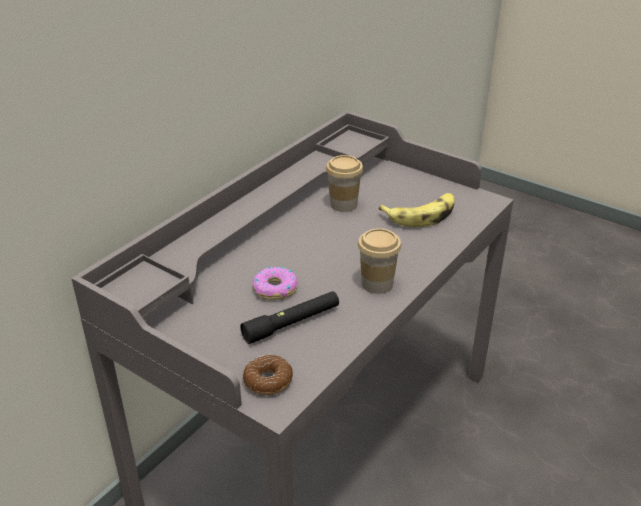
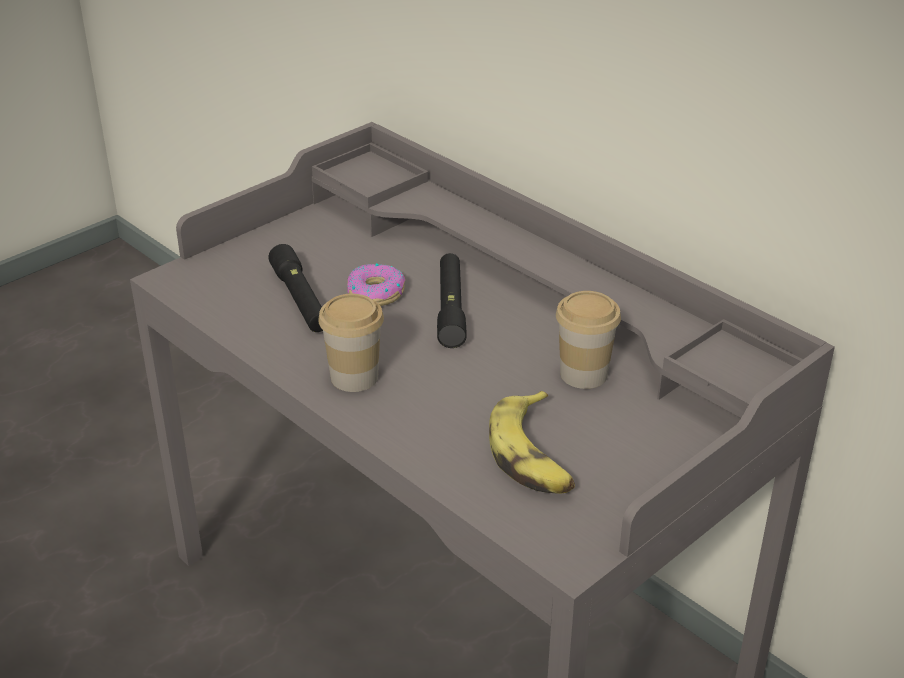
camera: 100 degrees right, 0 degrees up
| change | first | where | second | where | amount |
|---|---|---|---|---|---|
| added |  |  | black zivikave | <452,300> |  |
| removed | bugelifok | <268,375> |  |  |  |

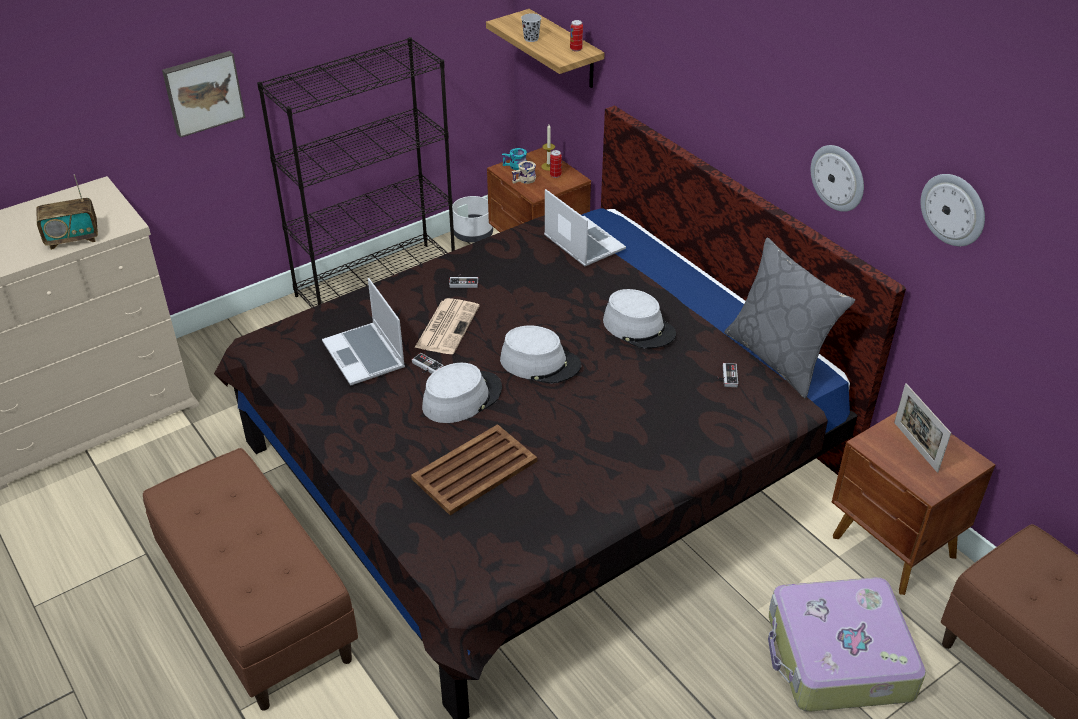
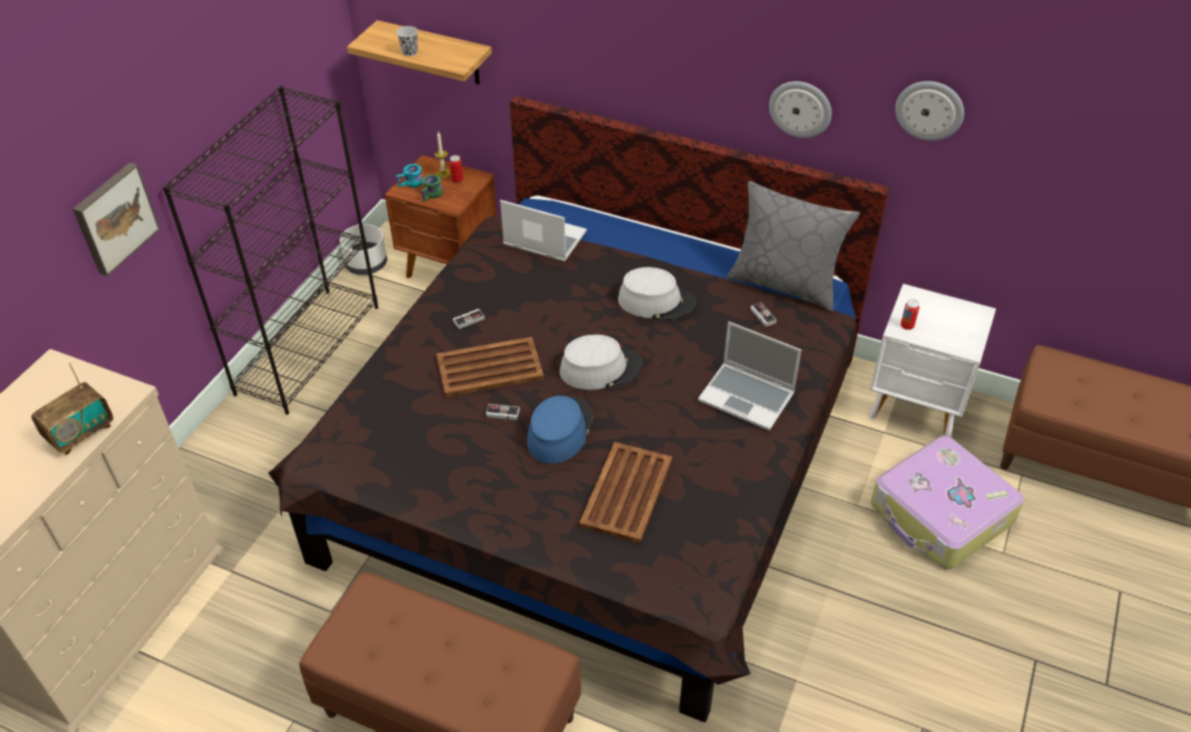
camera: 30 degrees left, 5 degrees up
| change | first | where | second | where | amount |
|---|---|---|---|---|---|
| recoloured | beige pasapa | <524,172> | green pasapa | <432,188> |  |
| replaced | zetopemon | <447,326> | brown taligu | <490,367> |  |
| recoloured | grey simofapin | <462,393> | blue simofapin | <560,430> |  |
| moved | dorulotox | <363,332> |  | <749,376> |  |
| recoloured | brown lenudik | <913,503> | white lenudik | <932,360> |  |
| moved | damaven | <576,36> |  | <910,314> |  |
| removed | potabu | <922,428> |  |  |  |

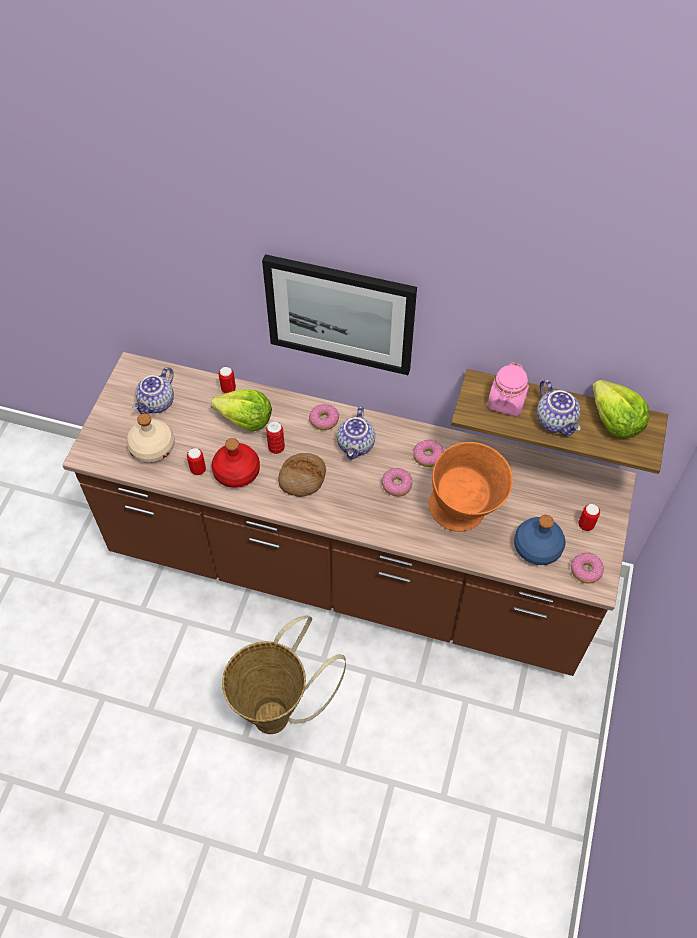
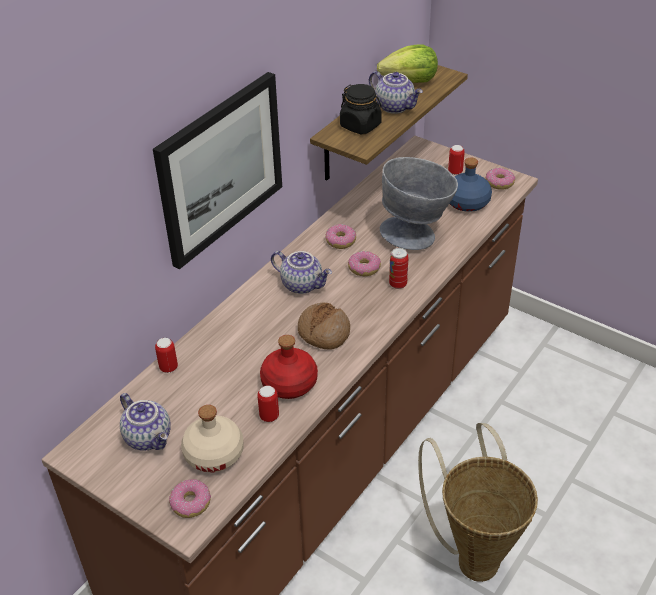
camera: 70 degrees left, 15 degrees down
| change | first | where | second | where | amount |
|---|---|---|---|---|---|
| moved | bugelifok | <324,417> |  | <190,498> |  |
| recoloured | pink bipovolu | <508,389> | black bipovolu | <361,109> |  |
| turned | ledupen | <559,408> |  | <396,92> | 45 degrees clockwise |
| recoloured | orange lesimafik | <471,487> | grey lesimafik | <419,203> |  |
| moved | damaven | <275,437> |  | <399,268> |  |
| removed | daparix | <241,410> |  |  |  |

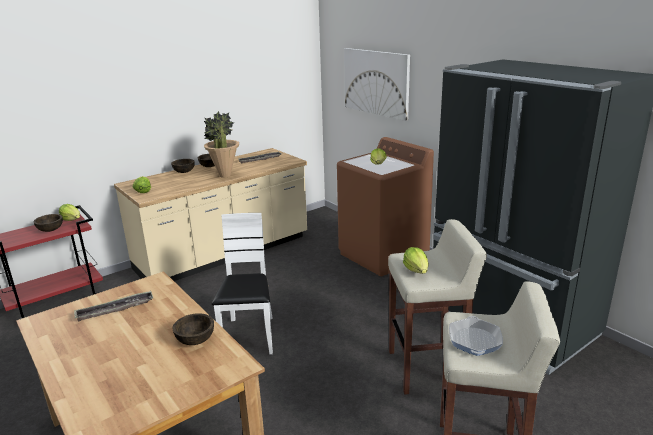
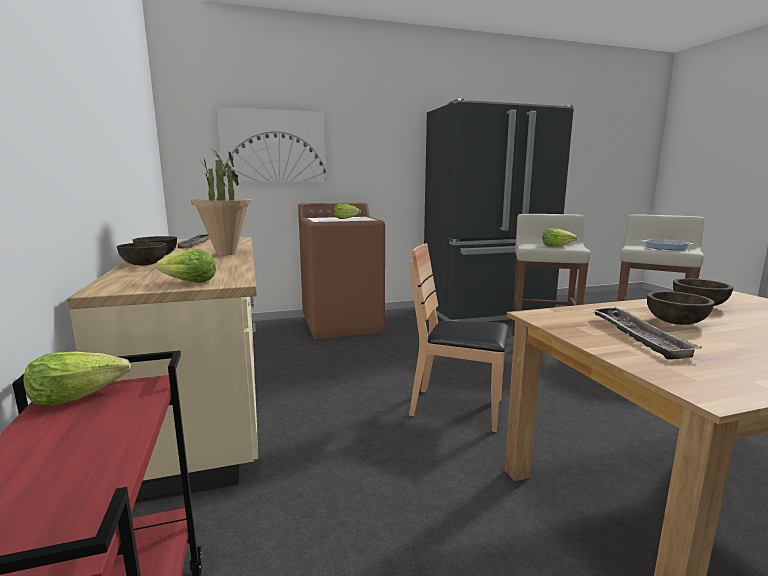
camera: 70 degrees left, 10 degrees down
| change | first | where | second | where | amount |
|---|---|---|---|---|---|
| recoloured | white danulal | <242,283> | brown danulal | <459,337> |  |
| moved | brown lesimafik | <48,223> |  | <681,308> |  |

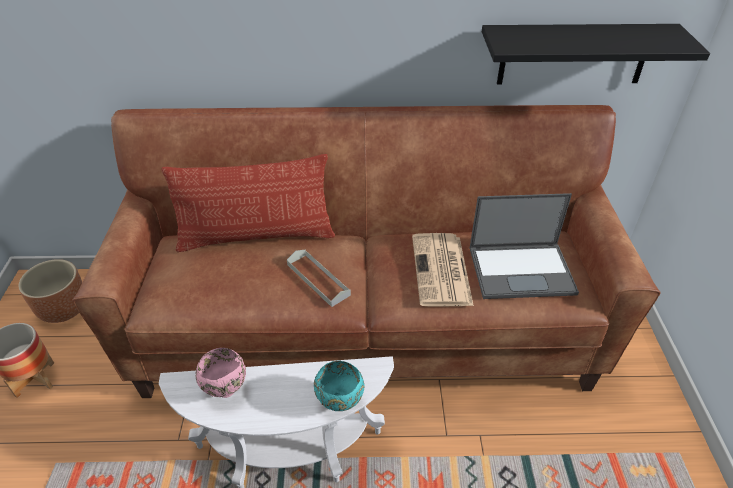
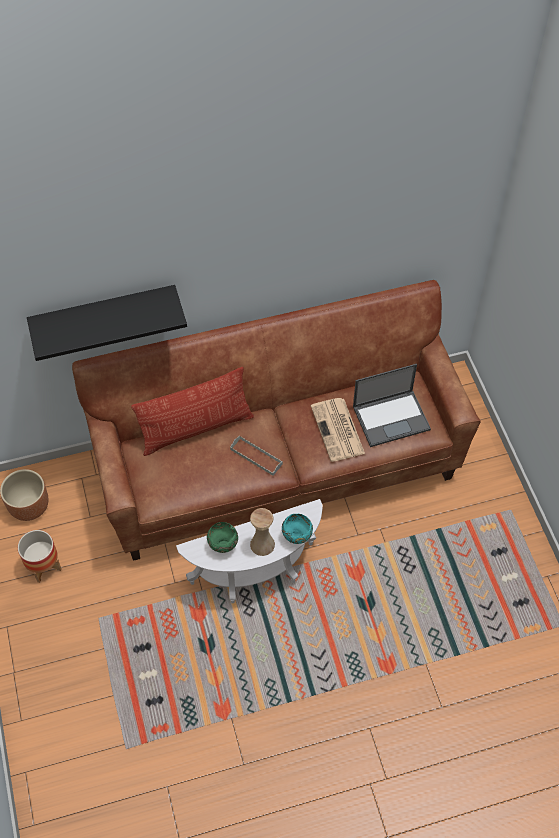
camera: 15 degrees left, 15 degrees up
| change | first | where | second | where | amount |
|---|---|---|---|---|---|
| moved | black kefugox | <596,54> |  | <107,323> |  |
| recoloured | pink lesimafik | <221,373> | green lesimafik | <222,537> |  |
| added |  |  | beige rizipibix | <262,532> |  |

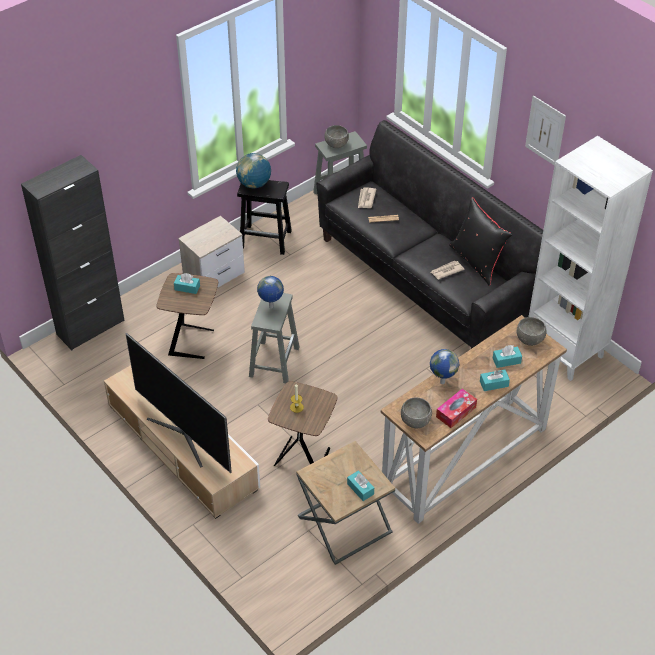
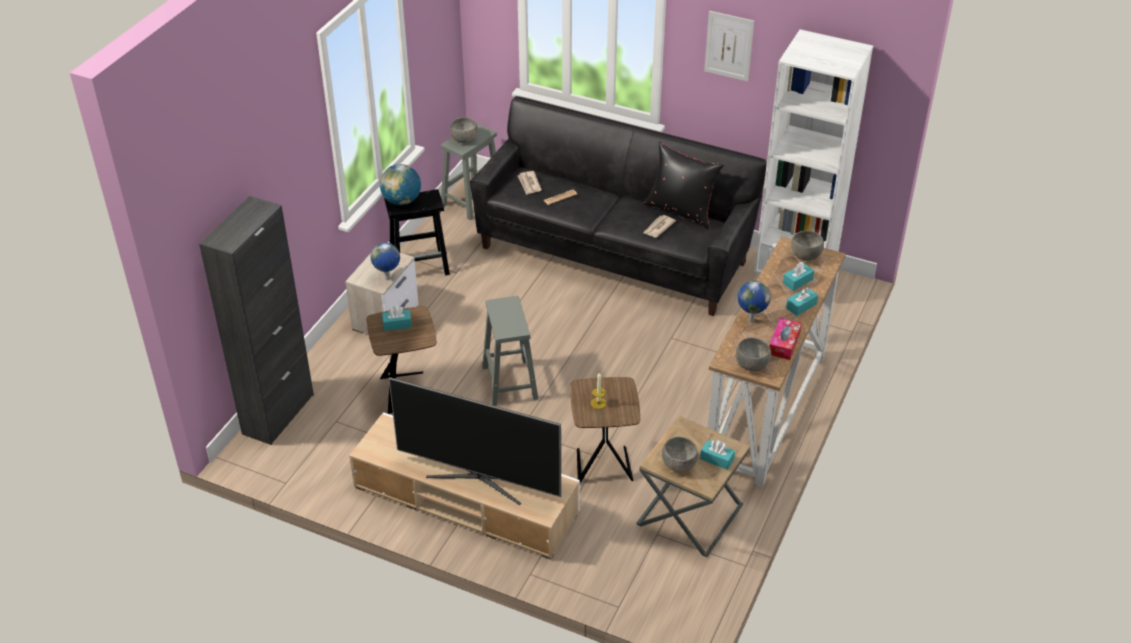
camera: 25 degrees left, 5 degrees down
| change | first | where | second | where | amount |
|---|---|---|---|---|---|
| moved | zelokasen | <270,292> |  | <385,261> |  |
| added |  |  | grey lesimafik | <680,454> |  |

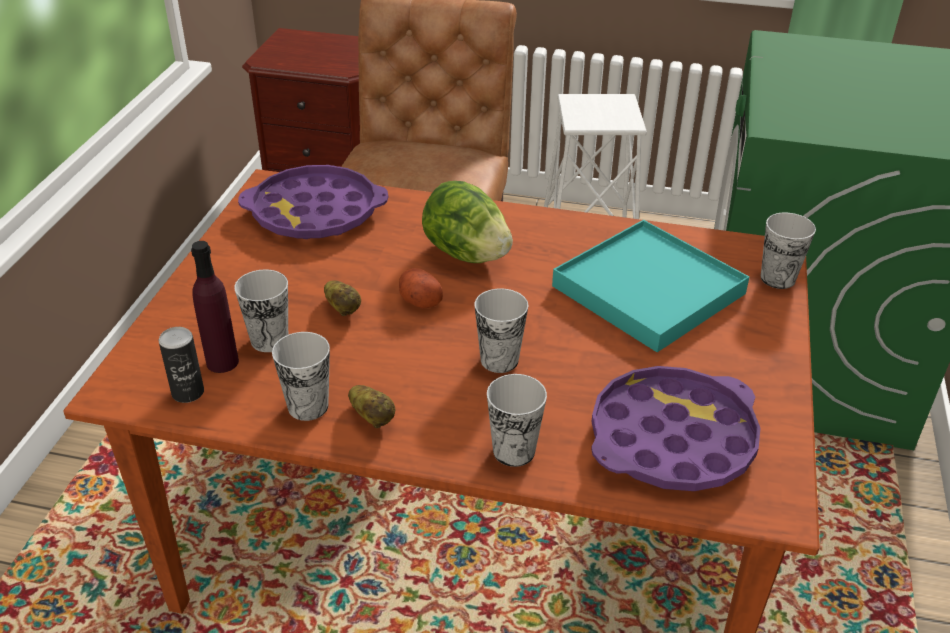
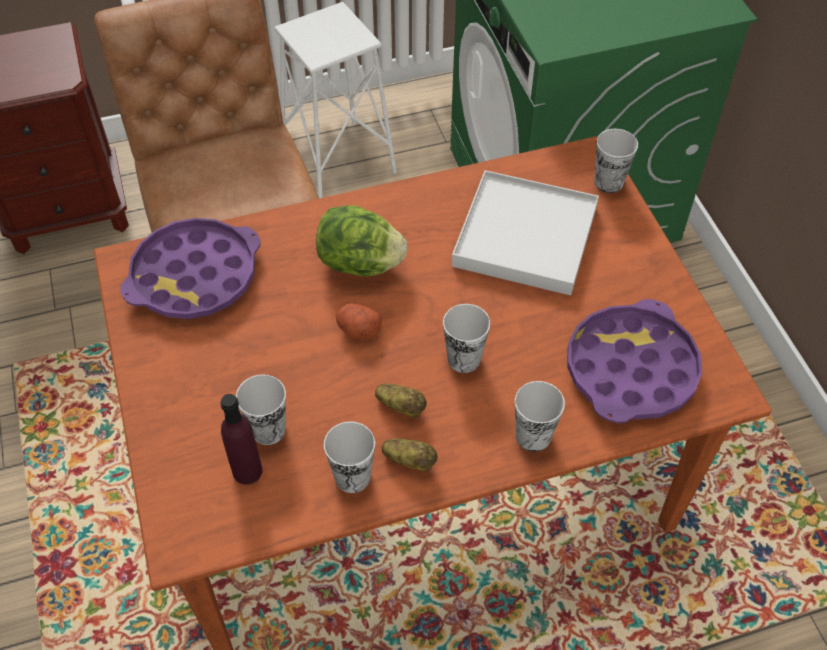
camera: 30 degrees left, 15 degrees up
| change | first | where | second | where | amount |
|---|---|---|---|---|---|
| moved | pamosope | <342,298> |  | <401,401> |  |
| recoloured | turquoise taligu | <650,286> | white taligu | <525,232> |  |
| removed | damaven | <181,365> |  |  |  |

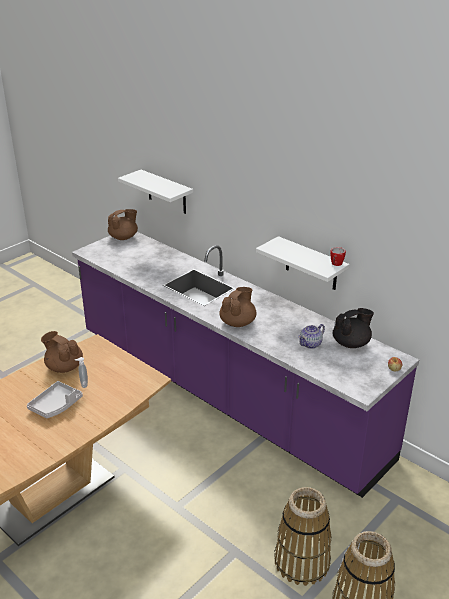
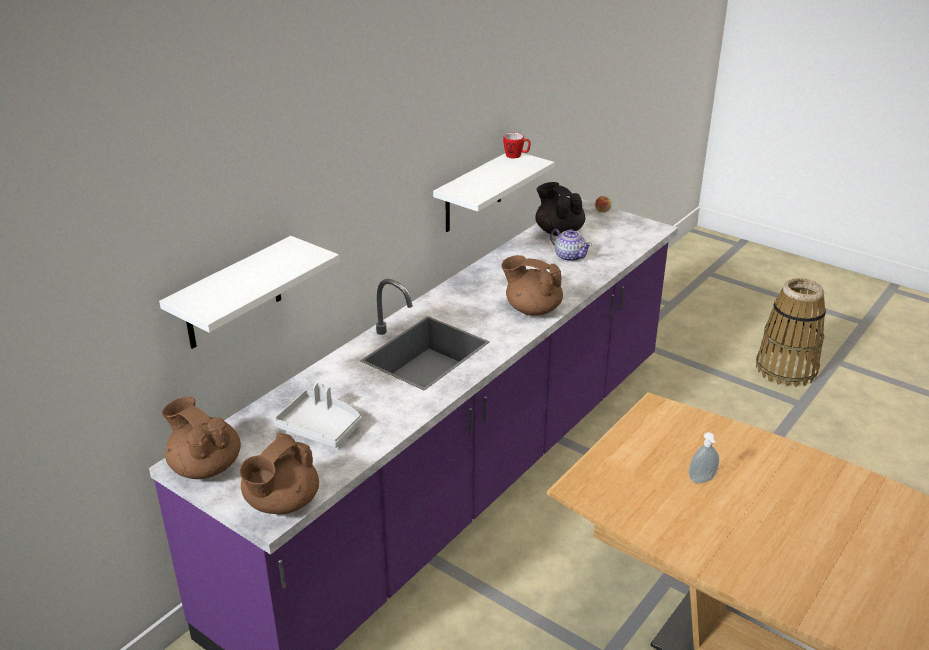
camera: 95 degrees left, 0 degrees up
| change | first | where | second | where | amount |
|---|---|---|---|---|---|
| moved | brown ledupen | <62,352> |  | <279,473> |  |
| moved | grey taligu | <55,399> |  | <317,415> |  |
| removed | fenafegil | <303,536> |  |  |  |

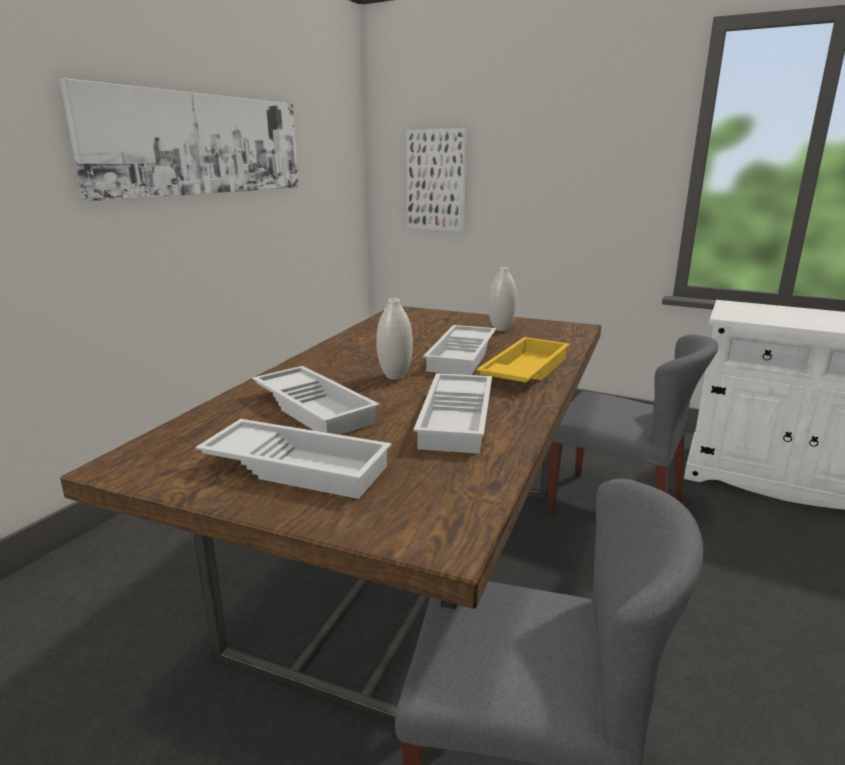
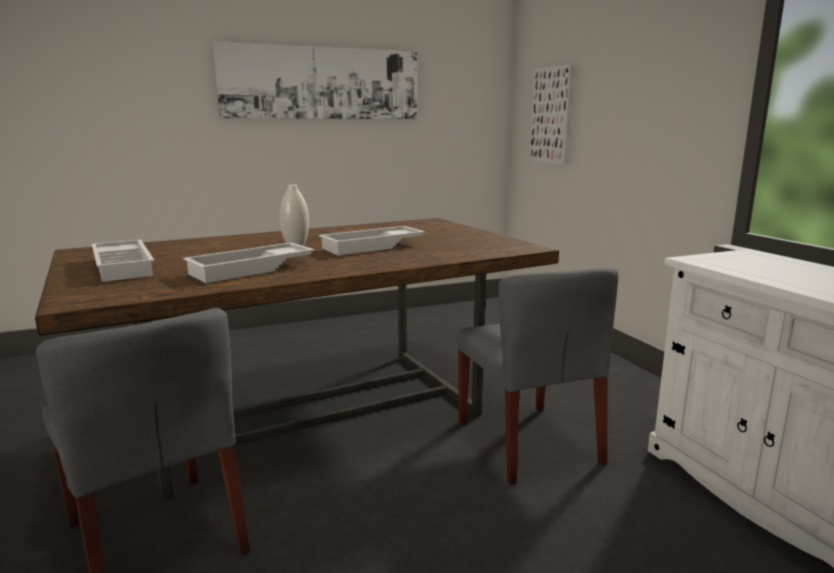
camera: 40 degrees right, 5 degrees down
| change | first | where | second | where | amount |
|---|---|---|---|---|---|
| removed | white taligu | <316,400> |  |  |  |
| removed | yellow taligu | <523,359> |  |  |  |
| removed | white rizipibix | <502,299> |  |  |  |

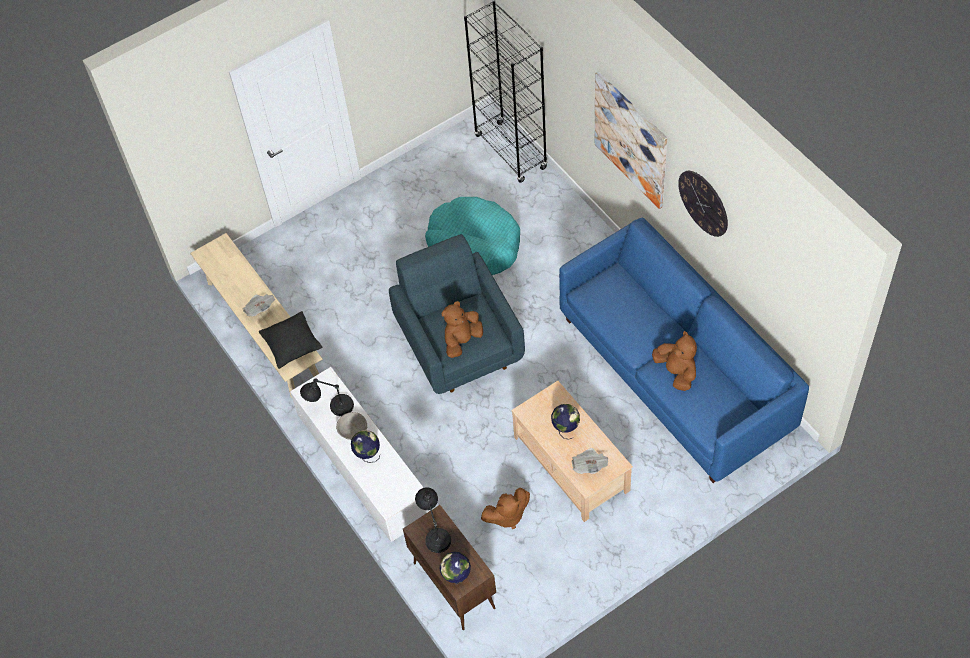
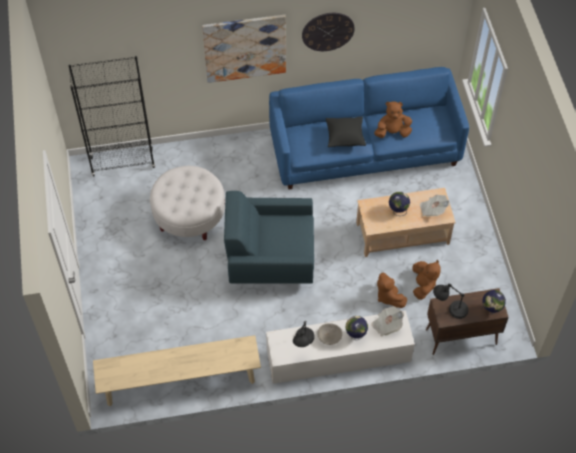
camera: 70 degrees left, 0 degrees up
| change | first | where | second | where | amount |
|---|---|---|---|---|---|
| replaced | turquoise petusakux | <472,236> | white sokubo | <187,203> |  |
| moved | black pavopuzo | <290,340> |  | <346,132> |  |
| moved | zetopemon | <258,305> |  | <387,321> |  |
| moved | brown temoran | <462,329> |  | <392,290> |  |

